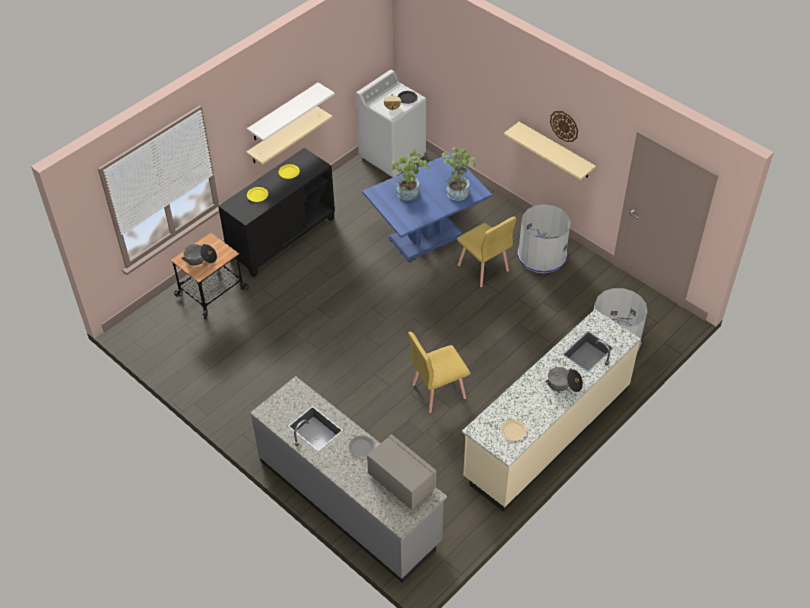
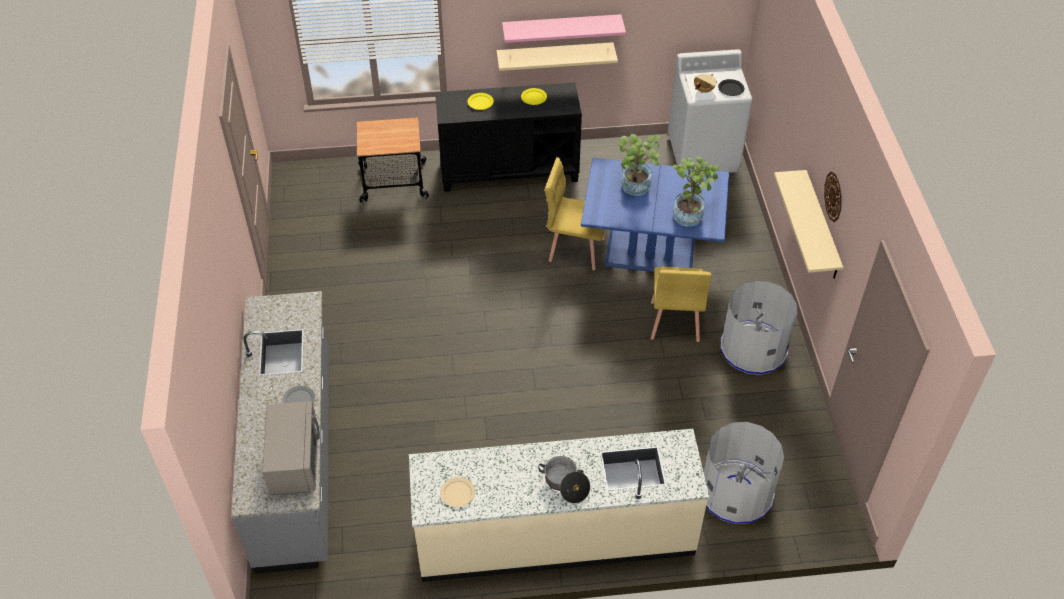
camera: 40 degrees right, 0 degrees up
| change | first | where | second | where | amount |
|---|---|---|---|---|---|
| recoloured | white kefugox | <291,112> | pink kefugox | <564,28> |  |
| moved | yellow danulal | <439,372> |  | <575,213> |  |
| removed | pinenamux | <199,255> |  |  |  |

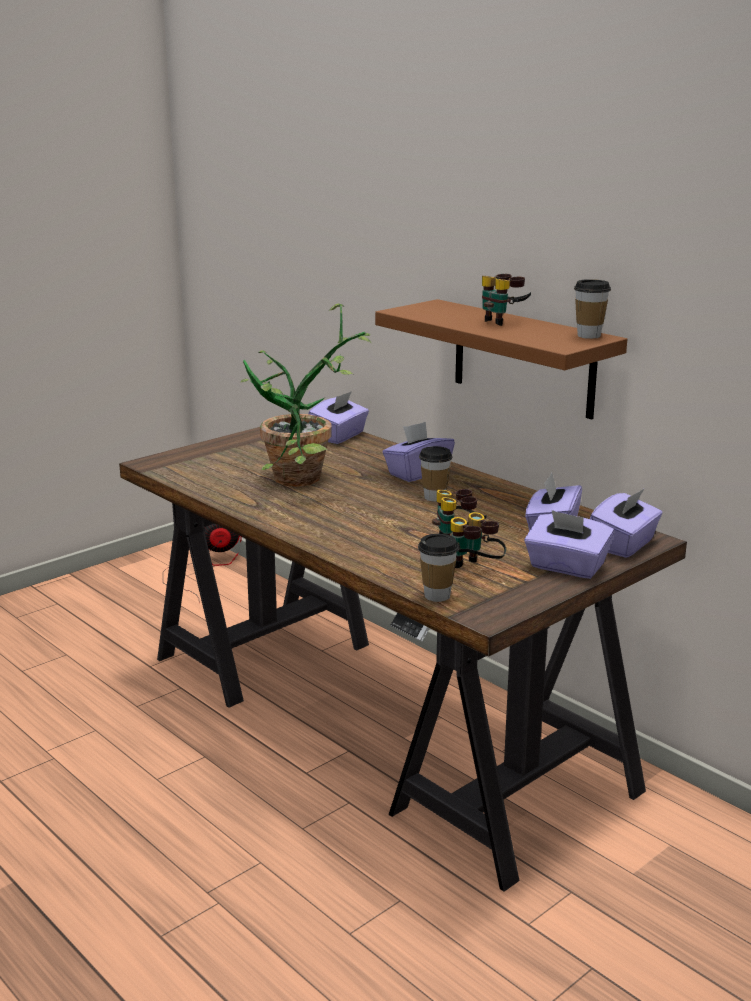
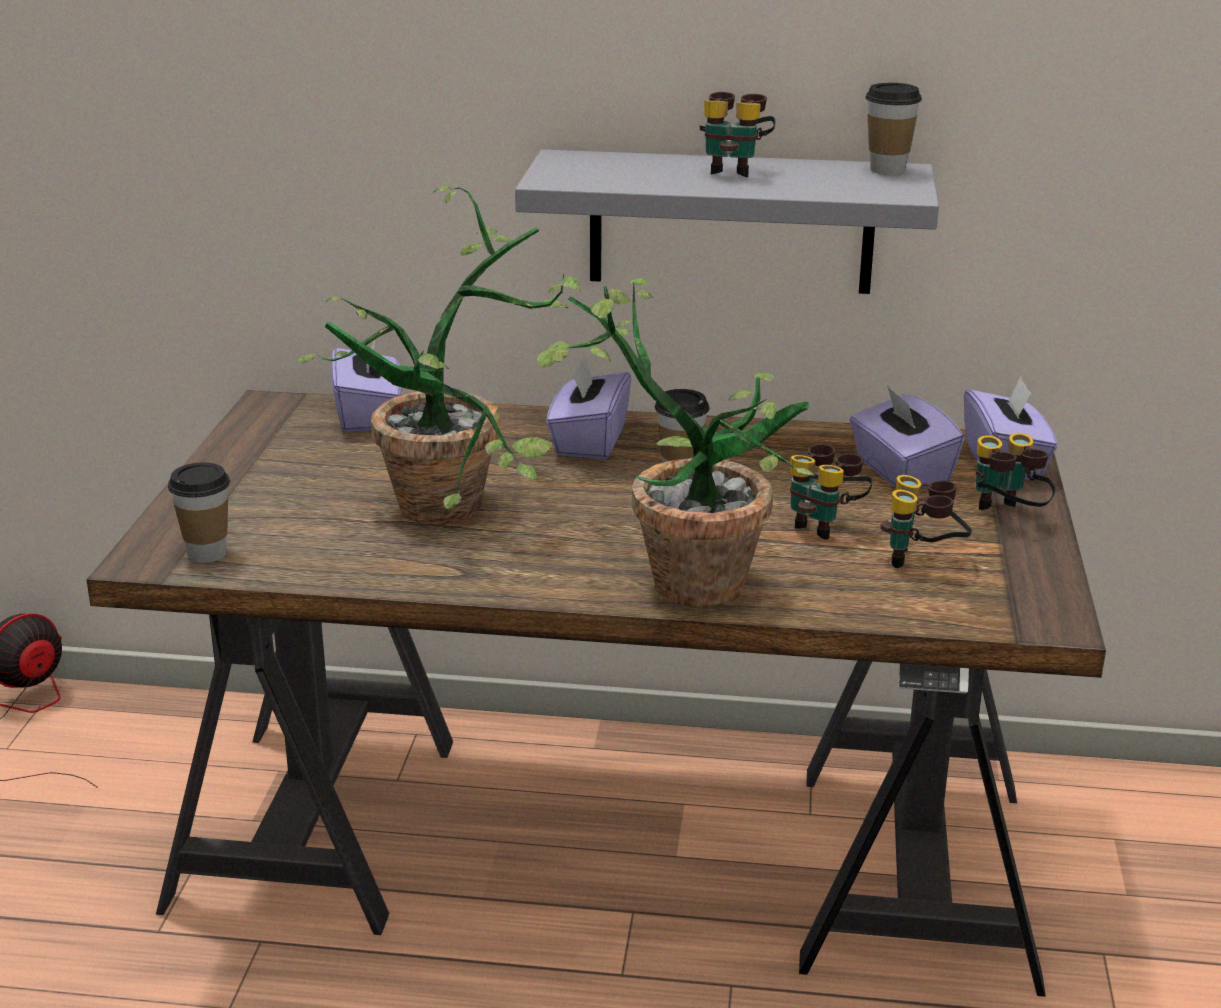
camera: 40 degrees left, 5 degrees up
| change | first | where | second | where | amount |
|---|---|---|---|---|---|
| moved | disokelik | <438,568> |  | <199,512> |  |
| recoloured | brown kefugox | <501,359> | grey kefugox | <727,221> |  |
| added |  |  | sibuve | <675,443> |  |
| replaced | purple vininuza | <569,544> | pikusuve | <1015,471> |  |

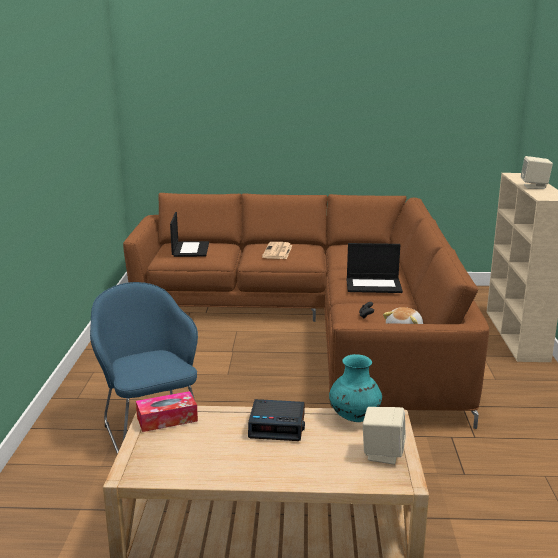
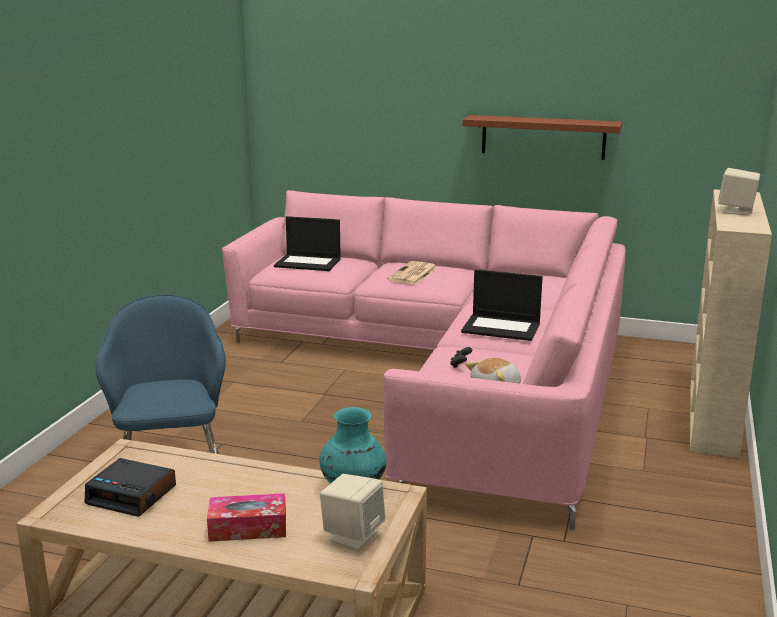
camera: 15 degrees right, 0 degrees up
| change | first | where | second | where | amount |
|---|---|---|---|---|---|
| moved | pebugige | <276,420> |  | <130,487> |  |
| moved | vininuza | <167,411> |  | <246,517> |  |
| recoloured | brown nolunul | <306,311> | pink nolunul | <423,360> |  |
| turned | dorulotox | <189,234> |  | <307,243> | 90 degrees clockwise |
| added |  |  | brown kefugox | <543,137> |  |

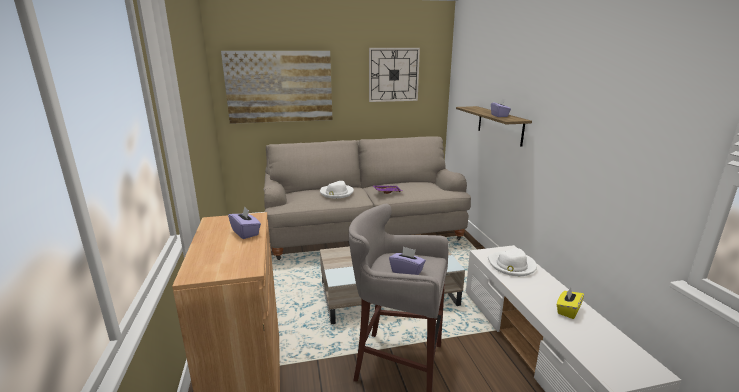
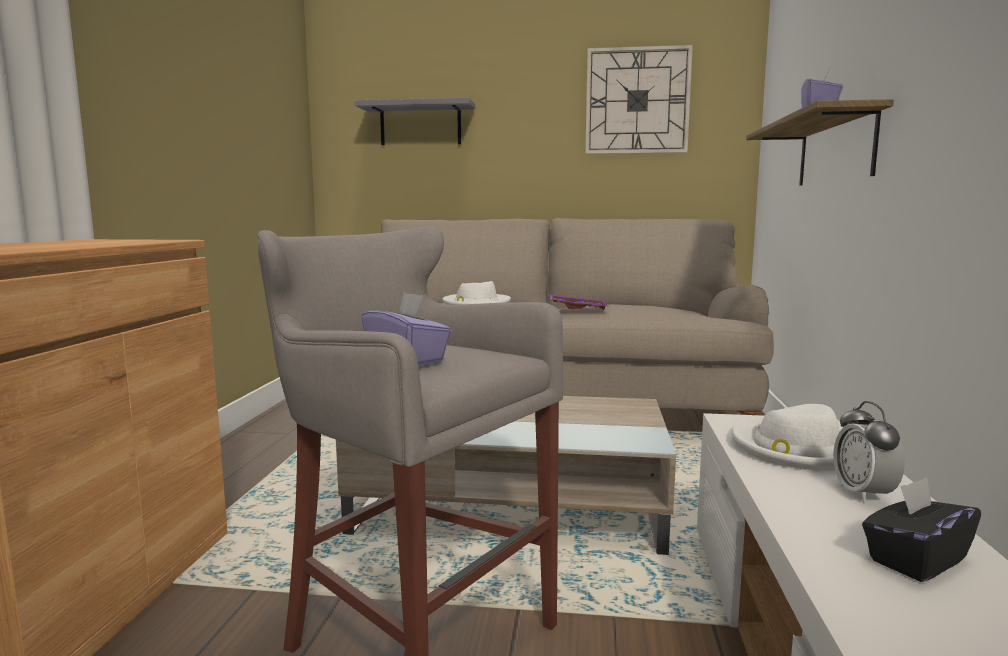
camera: 20 degrees right, 10 degrees down
| change | first | where | second | where | amount |
|---|---|---|---|---|---|
| replaced | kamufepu | <276,87> | grey kefugox | <415,121> |  |
| added |  |  | pebugige | <869,452> |  |
| recoloured | yellow vininuza | <570,303> | black vininuza | <921,529> |  |
| removed | purple vininuza | <244,222> |  |  |  |

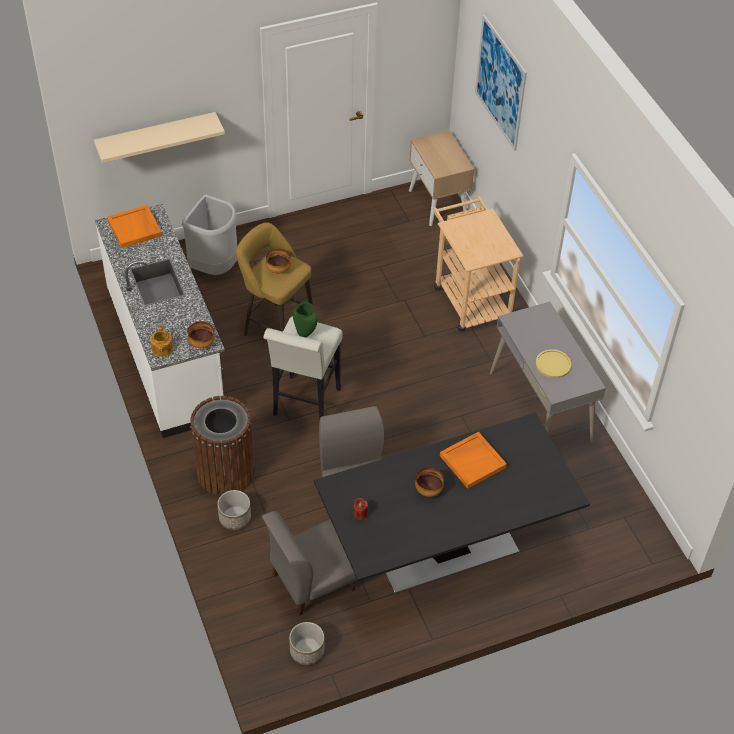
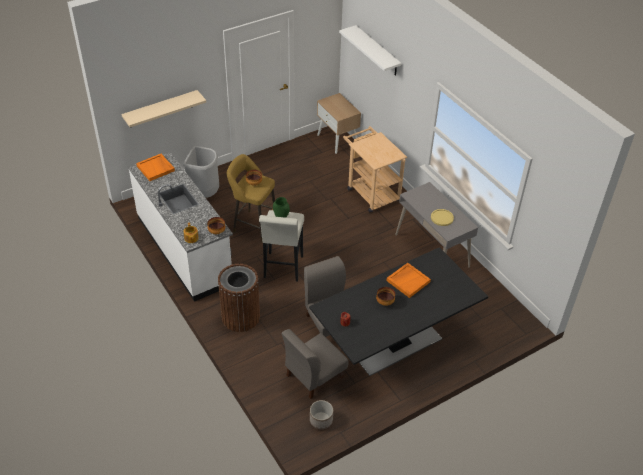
camera: 10 degrees left, 5 degrees down
| change | first | where | second | where | amount |
|---|---|---|---|---|---|
| replaced | kamufepu | <501,83> | white kefugox | <370,50> |  |
| removed | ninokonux | <234,510> |  |  |  |

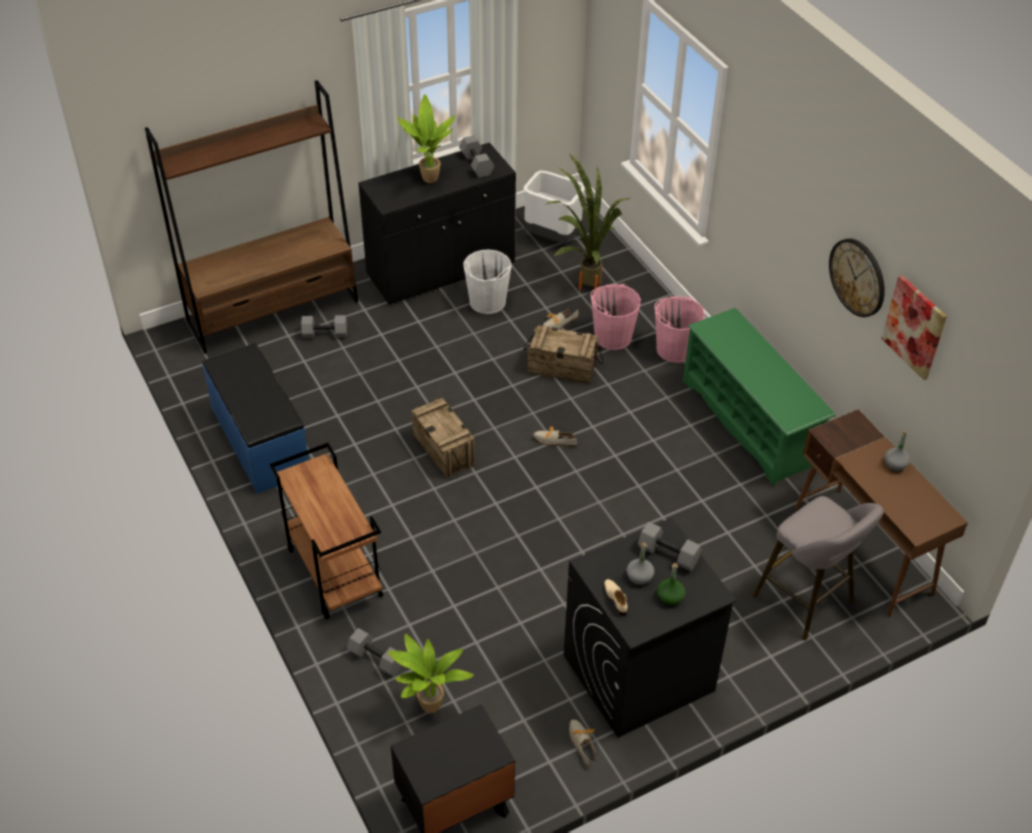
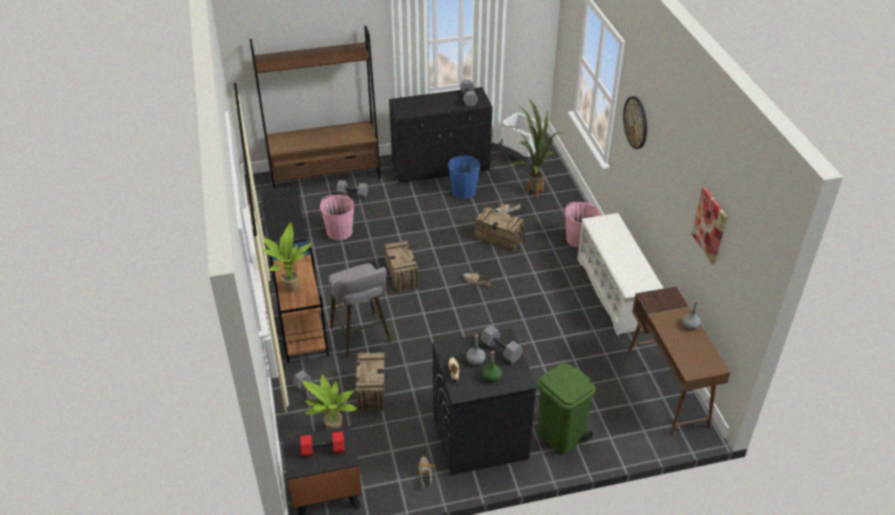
camera: 15 degrees right, 5 degrees down
| change | first | where | second | where | amount |
|---|---|---|---|---|---|
| moved | sibuve | <426,138> |  | <287,257> |  |
| added |  |  | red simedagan | <322,444> |  |
| moved | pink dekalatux | <616,317> |  | <337,217> |  |
| moved | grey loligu | <818,568> |  | <360,310> |  |
| added |  |  | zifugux | <370,382> |  |
| recoloured | white dekalatux | <487,282> | blue dekalatux | <464,177> |  |
| added |  |  | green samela | <566,408> |  |
| recoloured | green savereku | <759,397> | white savereku | <620,274> |  |
| moved | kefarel | <857,277> |  | <635,122> |  |

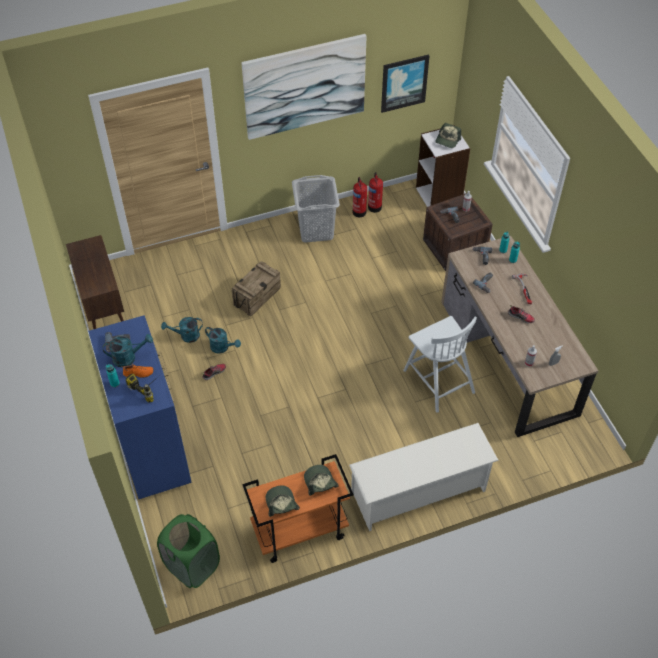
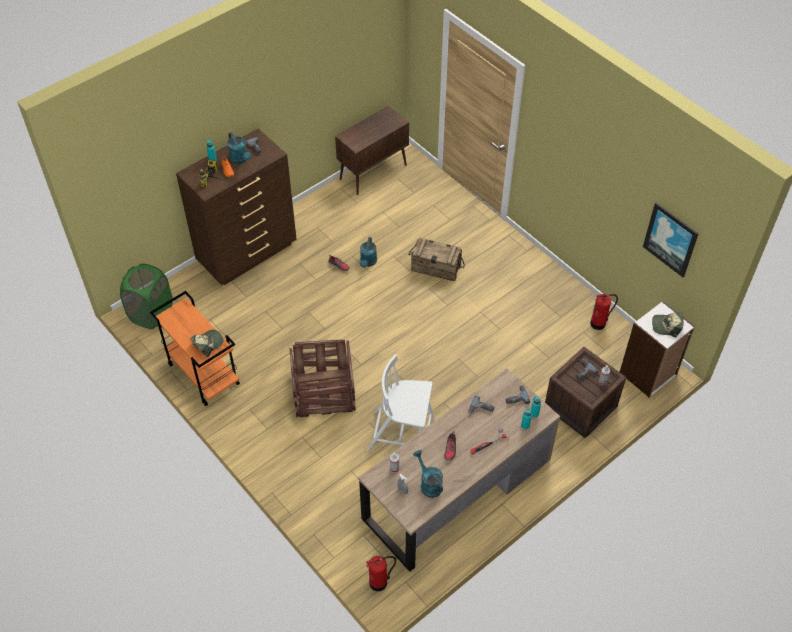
camera: 70 degrees right, 0 degrees up
| change | first | where | second | where | amount |
|---|---|---|---|---|---|
| recoloured | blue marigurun | <140,407> | brown marigurun | <236,206> |  |
| added |  |  | zifugux | <322,378> |  |
| turned | white danulal | <440,364> |  | <400,403> | 60 degrees clockwise |
| moved | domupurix | <360,197> |  | <381,573> |  |
| moved | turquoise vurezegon | <182,330> |  | <428,474> |  |
| removed | kamufepu | <303,87> |  |  |  |
| removed | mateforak | <283,501> |  |  |  |
| removed | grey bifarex | <316,209> |  |  |  |
| removed | white savereku | <424,477> |  |  |  |

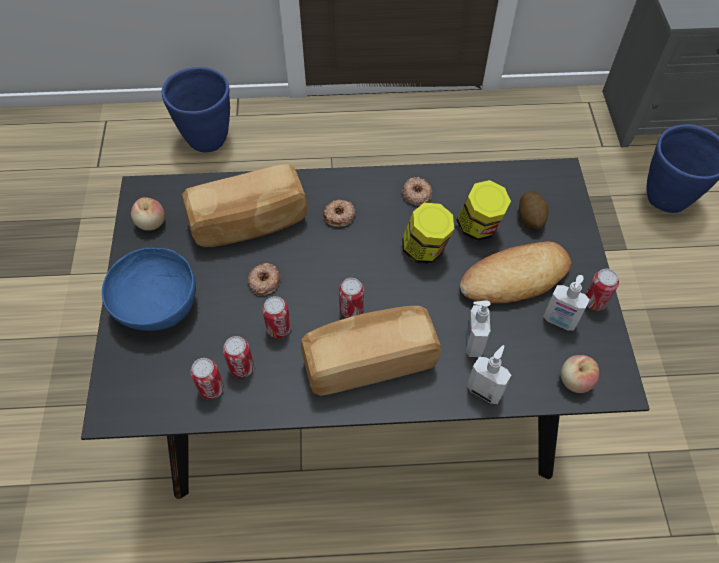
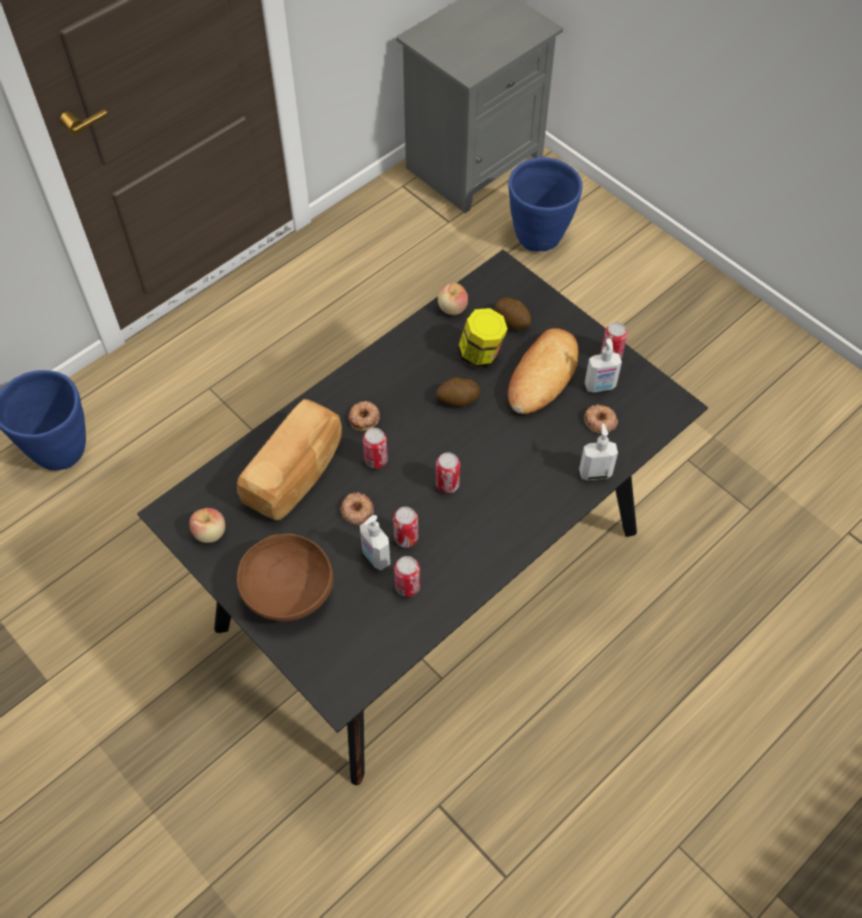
camera: 40 degrees left, 0 degrees up
| change | first | where | second | where | amount |
|---|---|---|---|---|---|
| recoloured | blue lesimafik | <149,289> | brown lesimafik | <285,577> |  |
| moved | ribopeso | <478,328> |  | <375,542> |  |
| moved | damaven | <207,379> |  | <375,448> |  |
| replaced | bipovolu | <428,233> | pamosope | <457,392> |  |
| moved | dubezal | <580,374> |  | <453,299> |  |
| moved | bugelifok | <417,191> |  | <601,418> |  |
| removed | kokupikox | <371,351> |  |  |  |

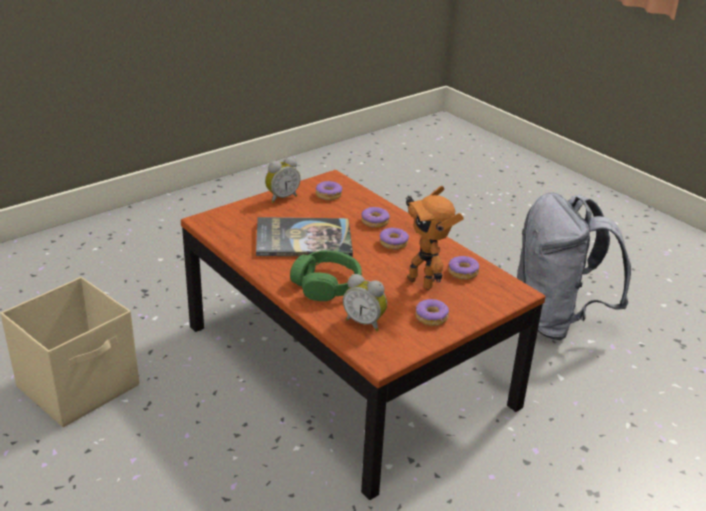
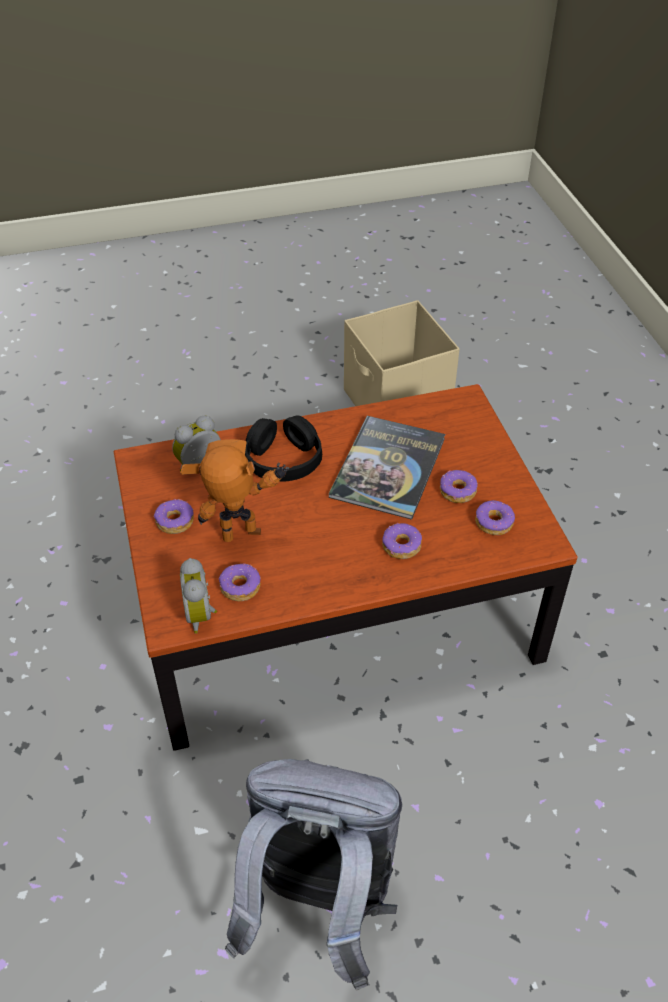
camera: 115 degrees right, 15 degrees up
| change | first | where | second | where | amount |
|---|---|---|---|---|---|
| moved | pebugige | <282,180> |  | <198,596> |  |
| recoloured | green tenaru | <326,275> | black tenaru | <283,448> |  |
| moved | bugelifok | <394,239> |  | <459,486> |  |

